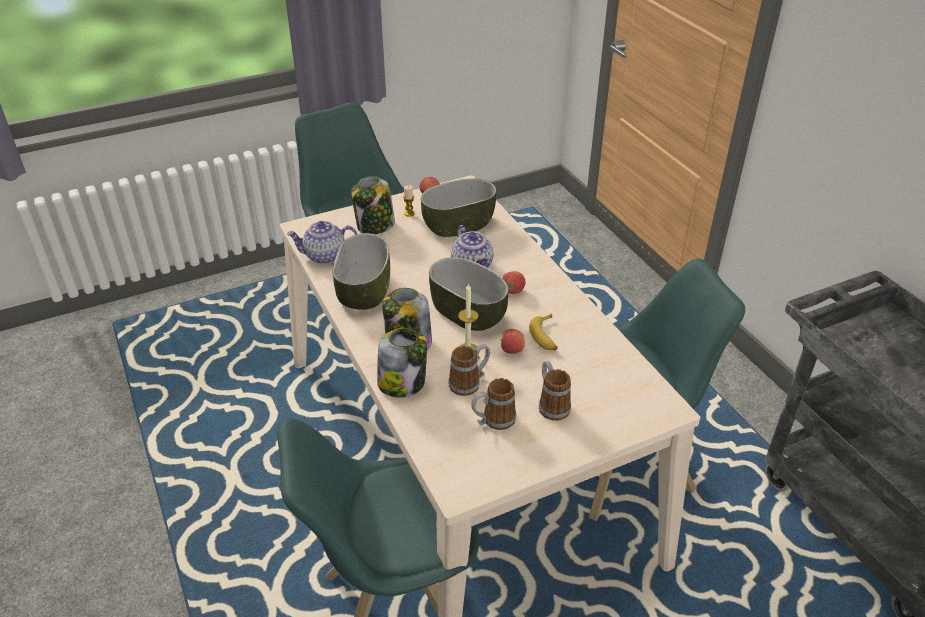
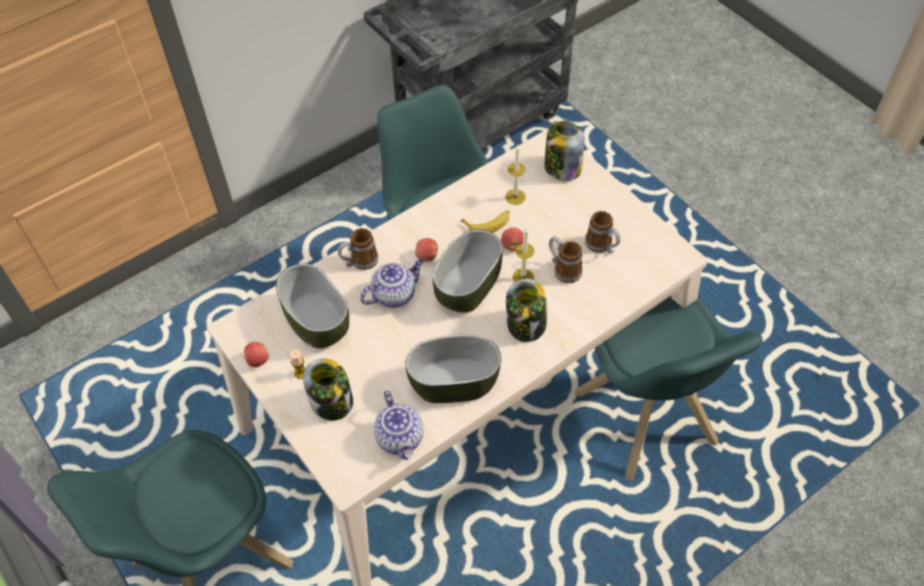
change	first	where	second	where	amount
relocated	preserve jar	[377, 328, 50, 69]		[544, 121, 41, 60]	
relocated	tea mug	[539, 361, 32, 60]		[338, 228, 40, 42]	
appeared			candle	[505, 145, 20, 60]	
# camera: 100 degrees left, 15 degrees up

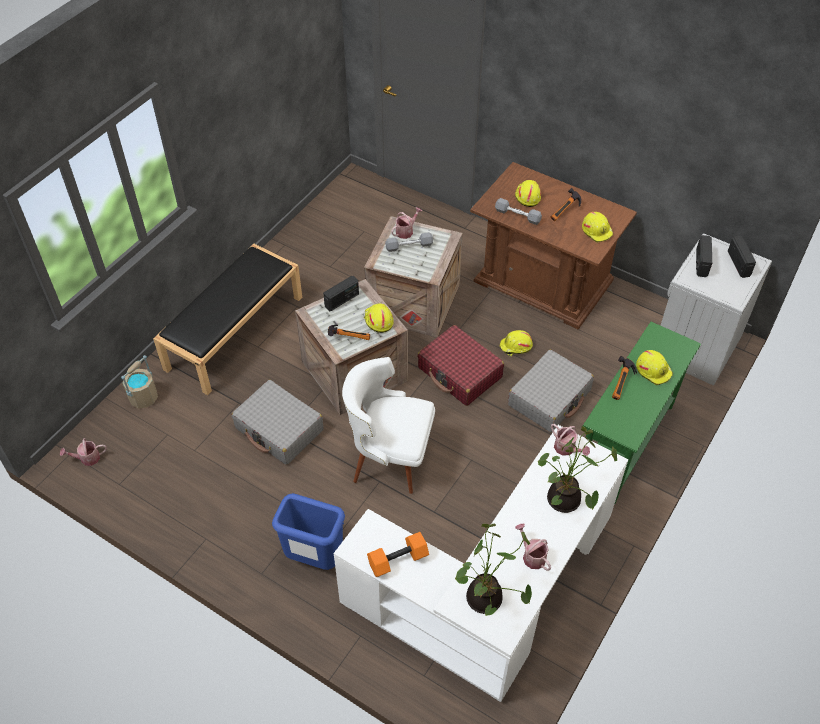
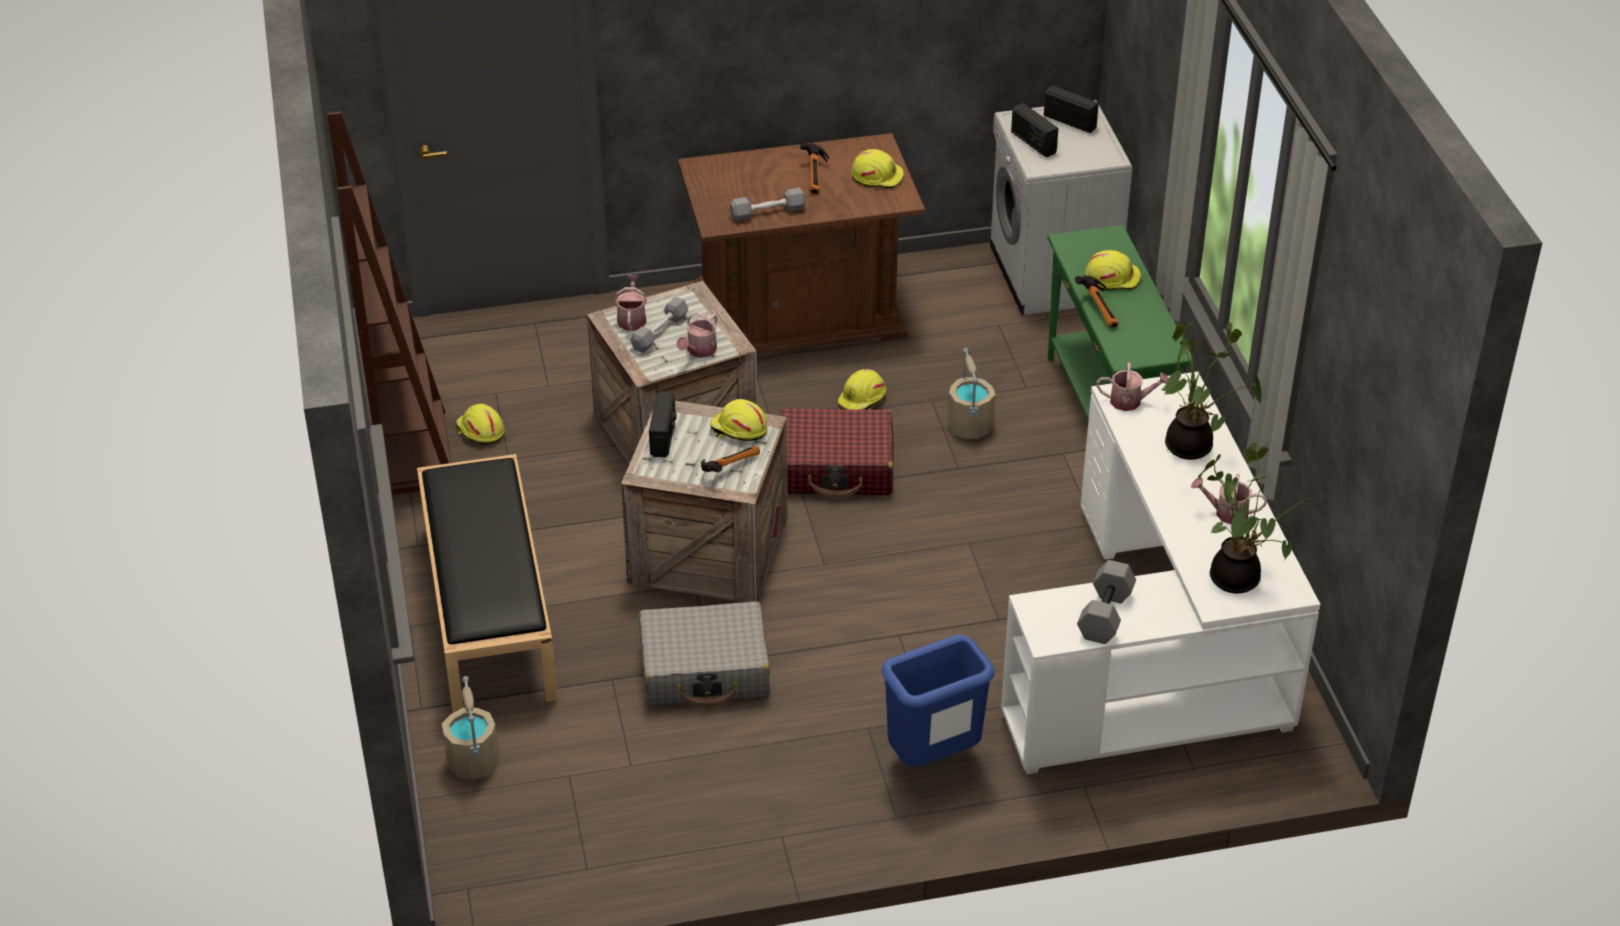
change	first	where	second	where	amount
relocated	yellow hard hat	[515, 180, 26, 27]		[455, 404, 50, 40]	
exchanged	gray travel case	[508, 349, 86, 83]	beige-coloured bucket	[948, 348, 48, 91]	
missing	white upright chair	[342, 357, 93, 137]			
relocated	watering can	[60, 438, 47, 28]		[677, 312, 41, 46]	
colour	orangey hand weight	[367, 532, 62, 45]	gray hand weight	[1077, 560, 59, 84]	
appeared			brown bookshelf	[327, 111, 125, 384]	
# camera: 45 degrees left, 10 degrees down

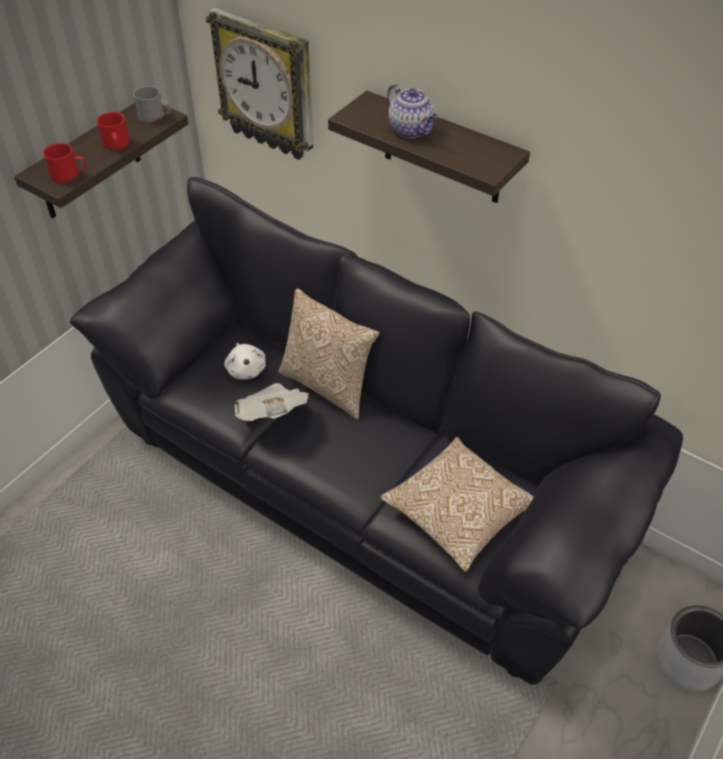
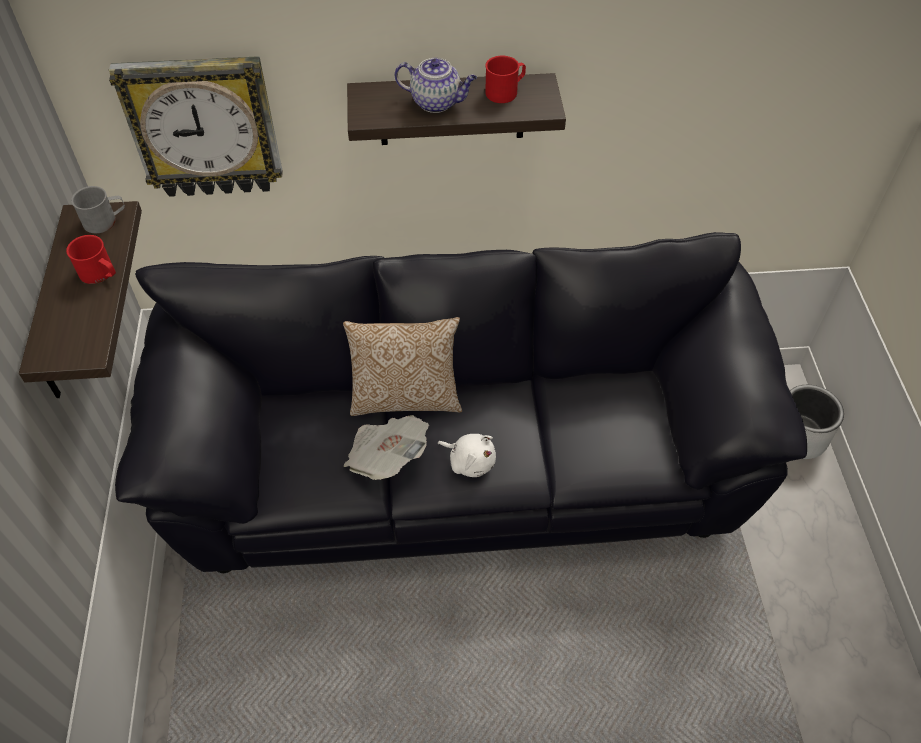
change	first	where	second	where	amount
relocated	red-coloured tea mug	[43, 143, 44, 40]		[485, 56, 41, 47]	
relocated	white cuddly toy	[224, 343, 42, 36]		[437, 434, 59, 43]	
missing	pillow	[380, 437, 154, 135]			
# camera: 40 degrees left, 5 degrees up

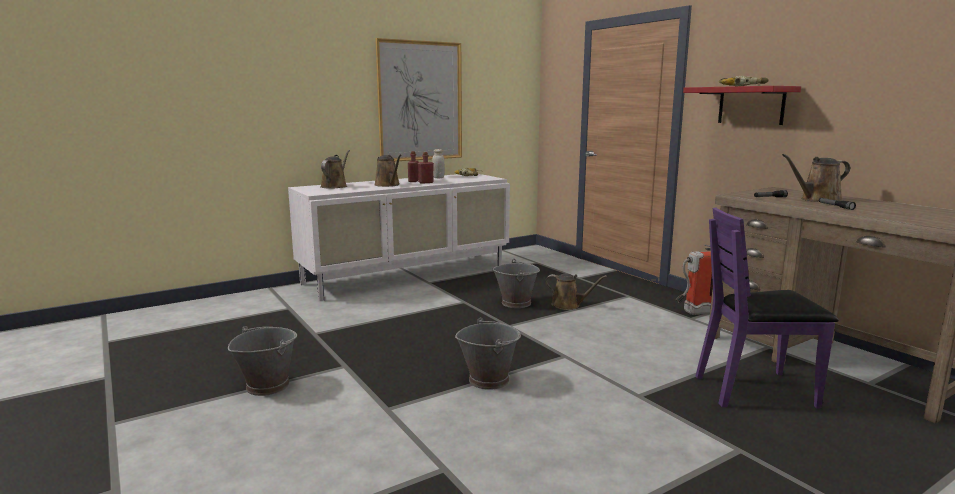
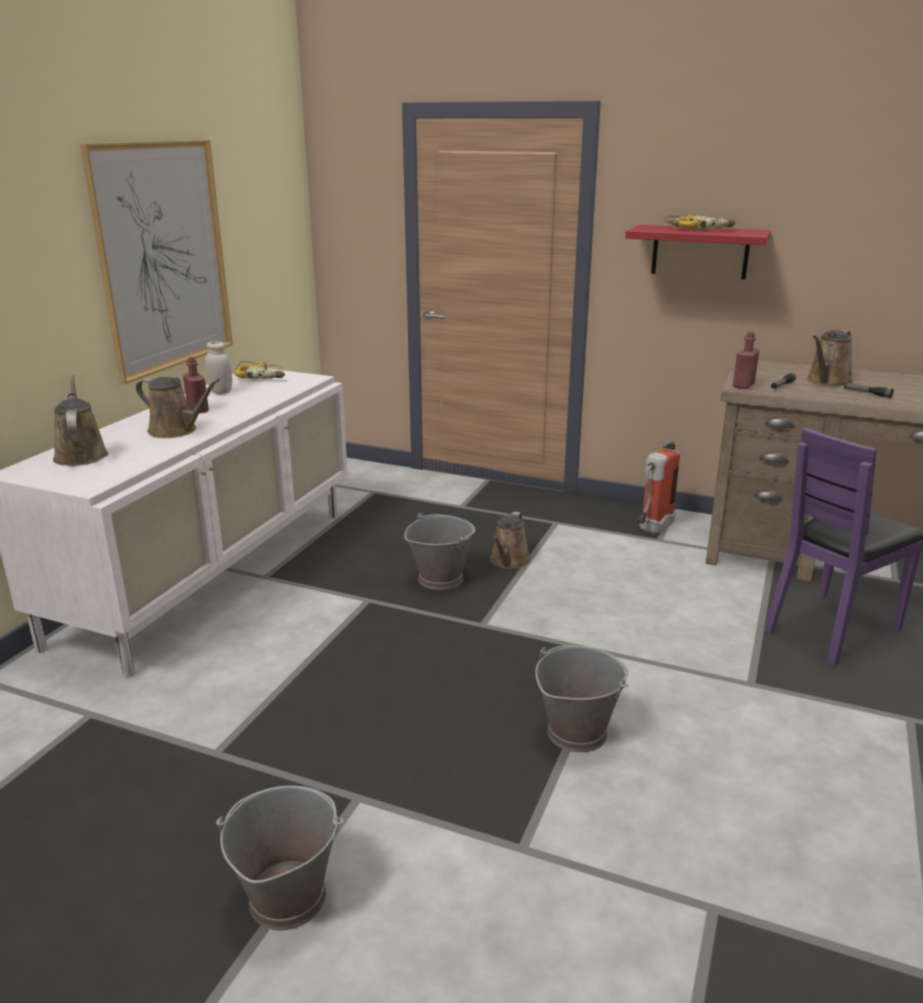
change	first	where	second	where	amount
relocated	red-coloured drink bottle	[417, 152, 17, 32]		[733, 332, 26, 57]	
spun	brown watering can	[545, 274, 62, 36]		[490, 511, 41, 58]	120 degrees clockwise
# camera: 35 degrees left, 10 degrees up

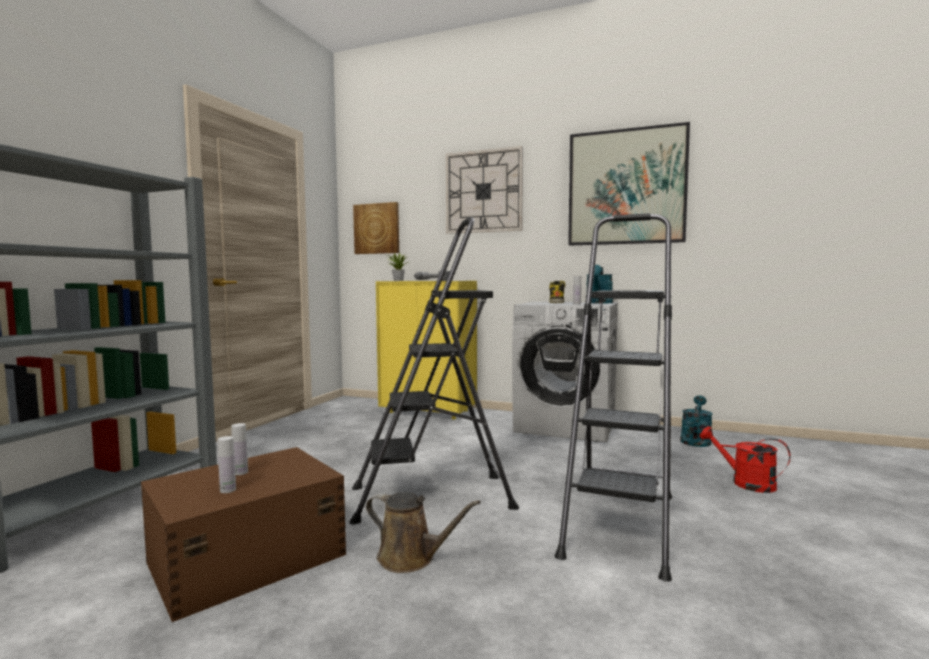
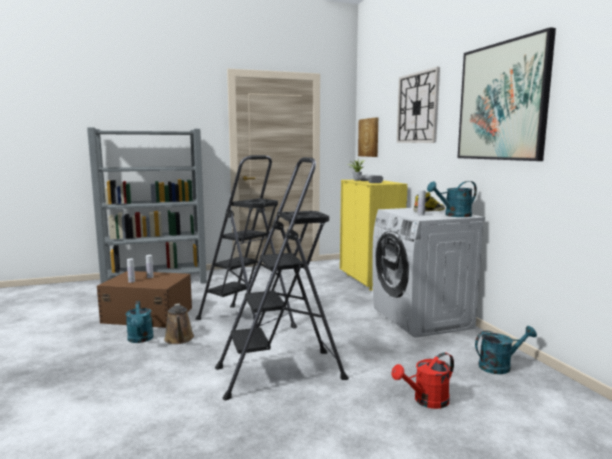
change	first	where	second	where	amount
spun	red-coloured watering can	[700, 426, 91, 67]		[391, 352, 63, 57]	120 degrees counterclockwise
appeared			turquoise-coloured watering can	[126, 301, 28, 42]	
# camera: 50 degrees right, 5 degrees up

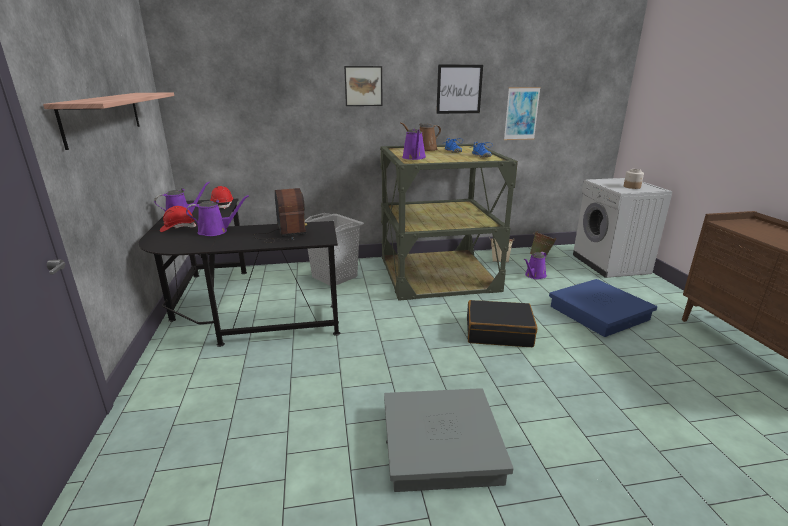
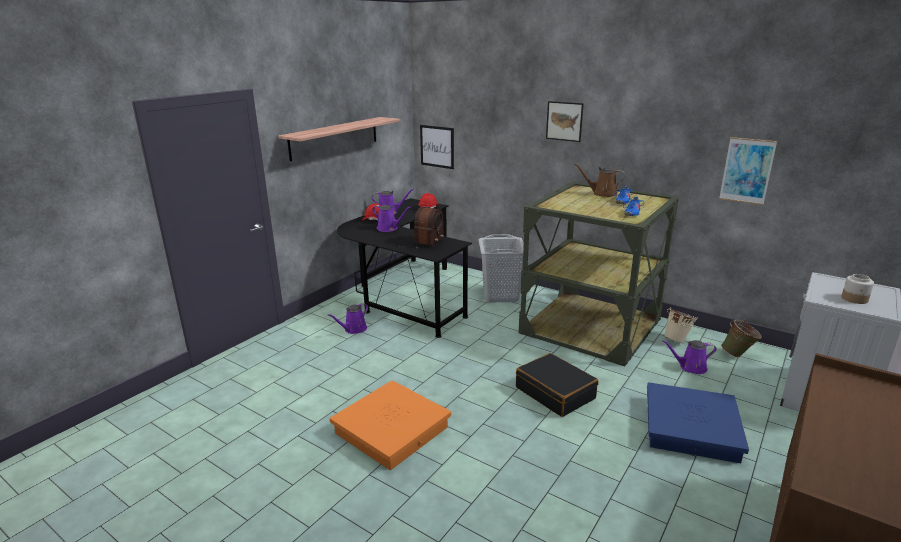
change	first	where	second	where	amount
relocated	picture	[436, 65, 47, 49]		[420, 125, 34, 44]	
relocated	purplish watering can	[402, 129, 24, 31]		[328, 303, 40, 31]	
colour	gray storage container	[384, 388, 130, 104]	orangey storage container	[330, 380, 121, 90]	
# camera: 45 degrees right, 0 degrees up

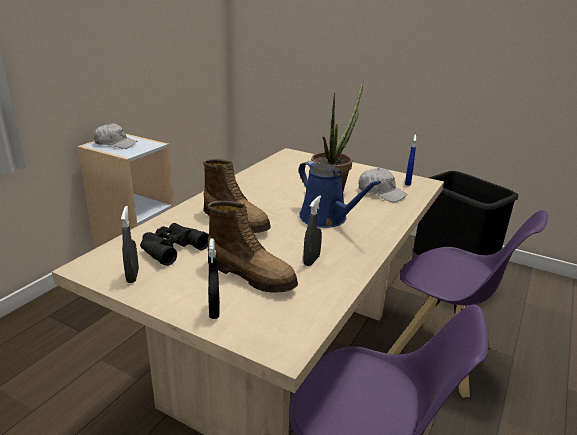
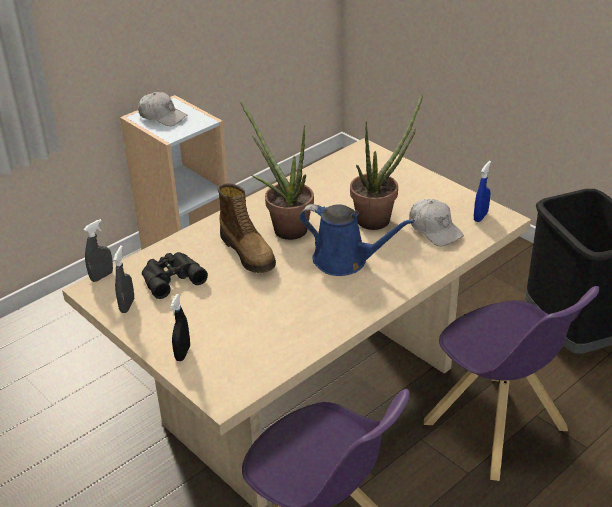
change	first	where	second	where	amount
spun	blue watering can	[299, 161, 82, 67]		[300, 204, 115, 72]	45 degrees counterclockwise
relocated	gray hand sprayer	[303, 196, 19, 70]		[83, 219, 30, 63]	
missing	tall boot	[208, 201, 90, 91]			
appeared			potted plant	[240, 102, 74, 138]	
# camera: 20 degrees right, 10 degrees up

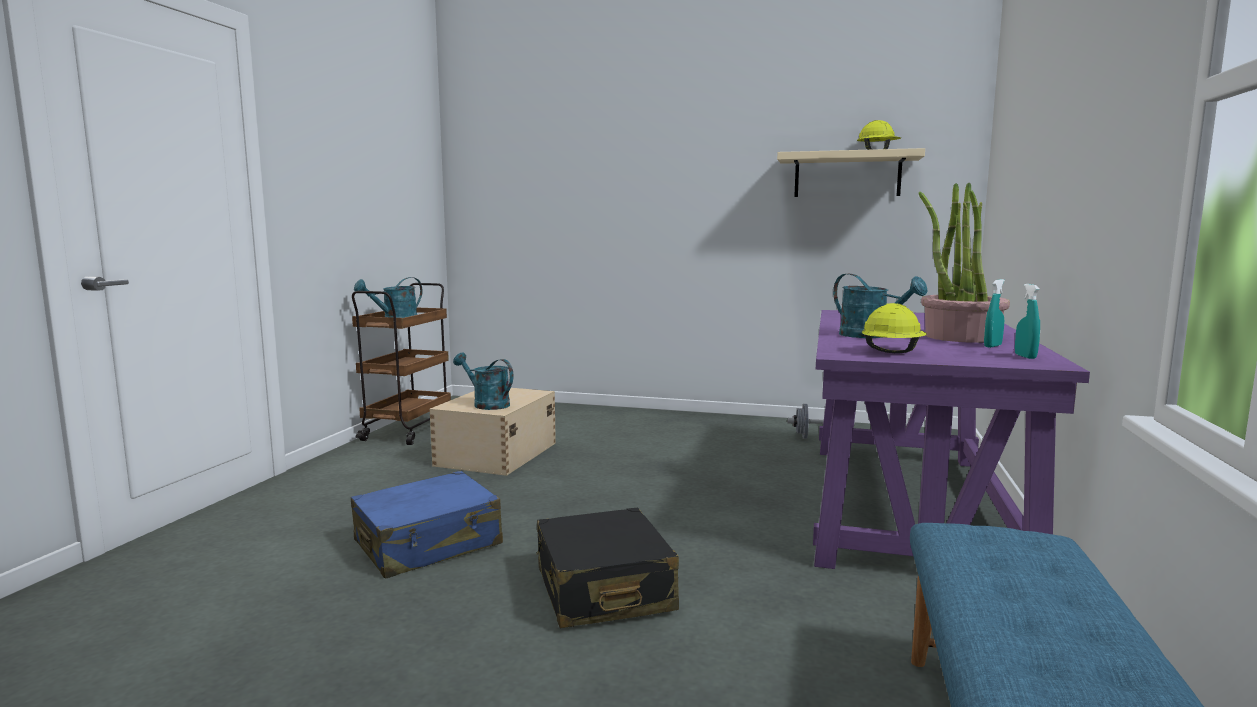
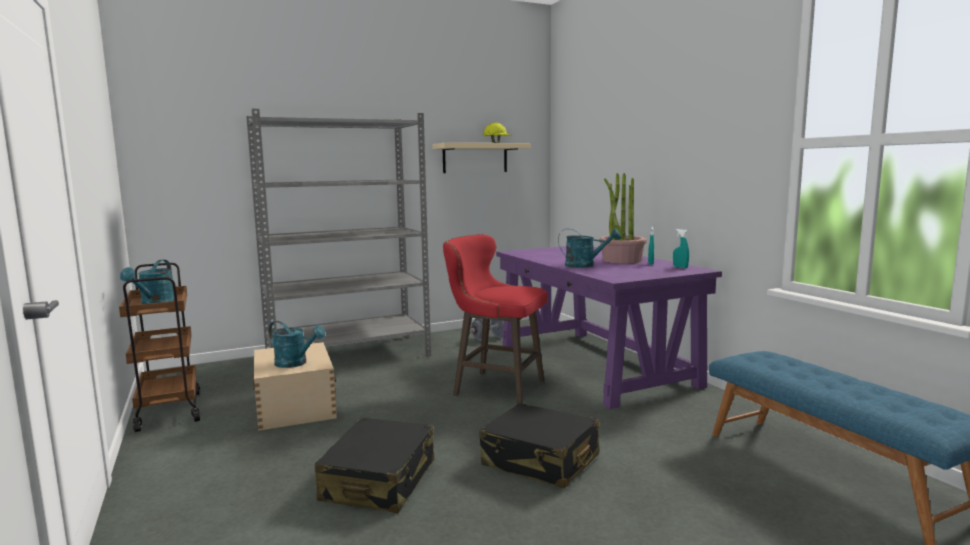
change	first	where	second	where	amount
missing	yellow hard hat	[861, 303, 66, 50]			
spun	turquoise-coloured watering can	[453, 353, 61, 57]		[268, 321, 57, 47]	150 degrees counterclockwise
colour	blue travel case	[351, 471, 152, 108]	blackish travel case	[315, 418, 119, 95]	
appeared			gray bookshelf	[246, 109, 185, 248]	
appeared			red-coloured sitting stool	[443, 234, 104, 170]	
# camera: 40 degrees left, 0 degrees up

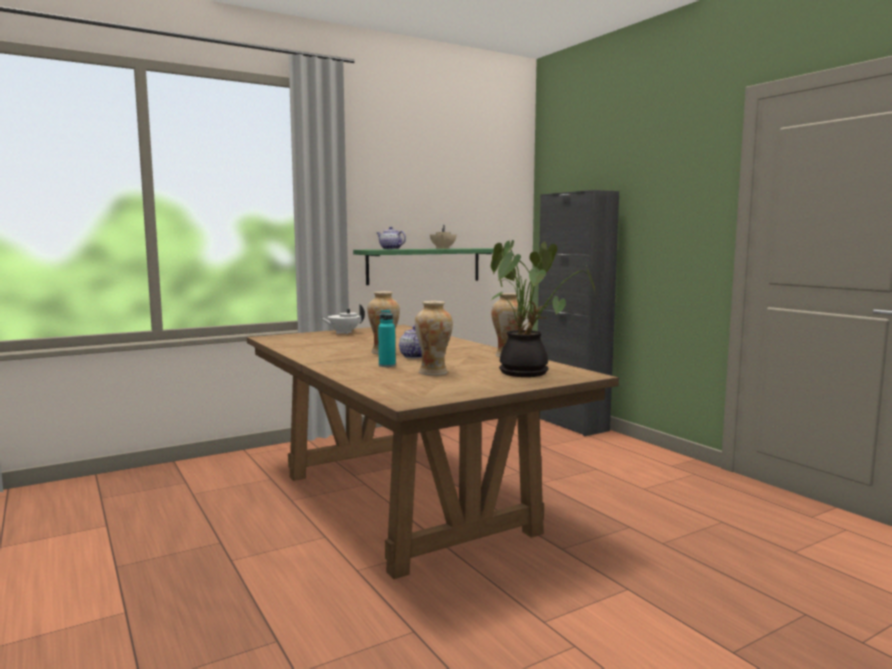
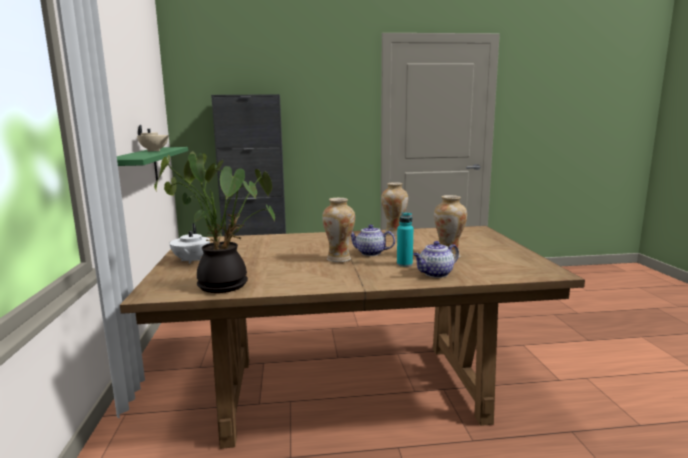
change	first	where	second	where	amount
relocated	tea pot	[377, 227, 29, 22]		[413, 241, 46, 37]	
relocated	potted plant	[491, 240, 105, 137]		[154, 151, 121, 142]	
# camera: 65 degrees left, 5 degrees up

